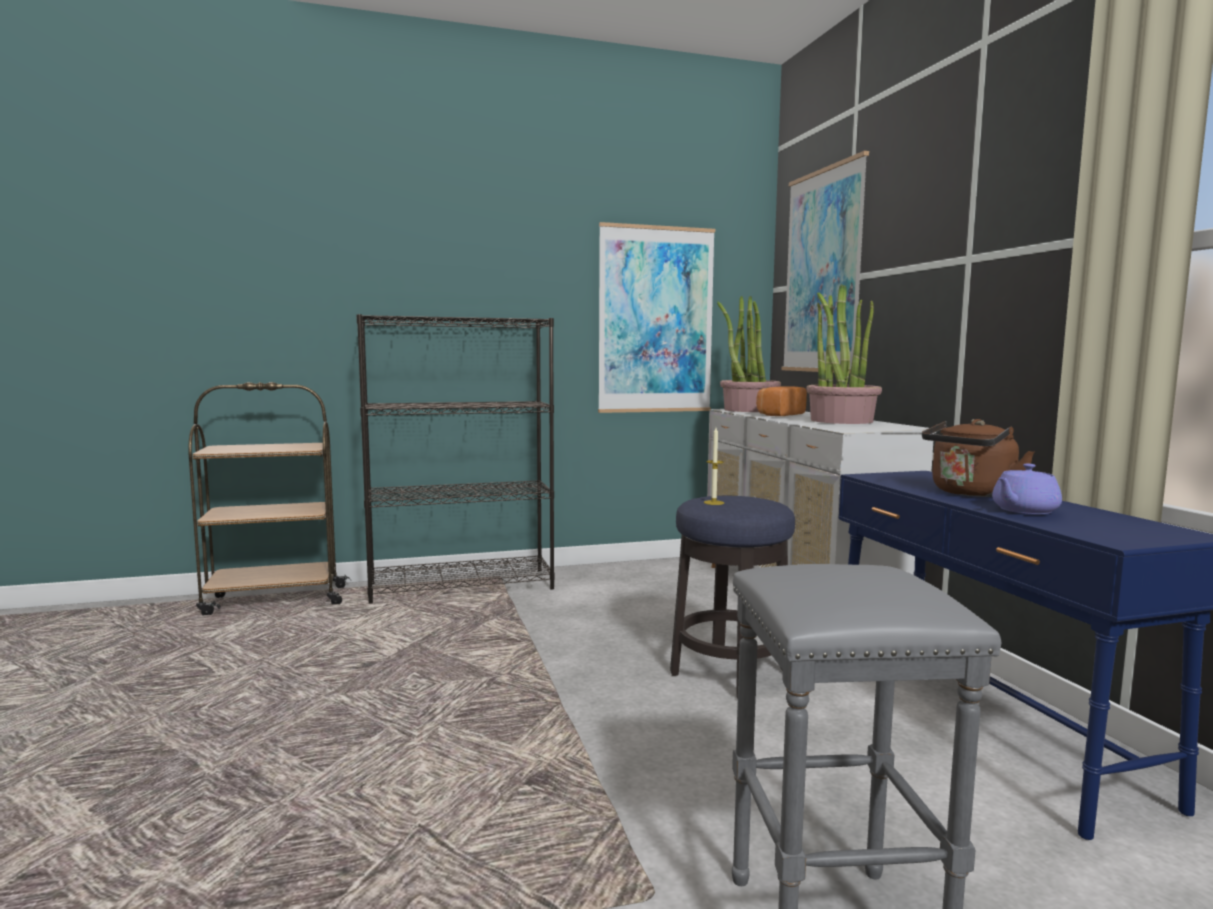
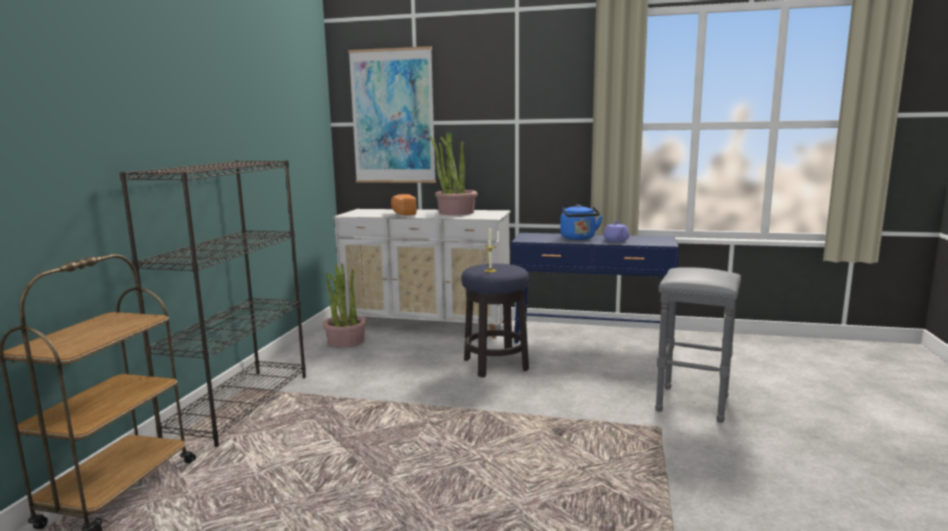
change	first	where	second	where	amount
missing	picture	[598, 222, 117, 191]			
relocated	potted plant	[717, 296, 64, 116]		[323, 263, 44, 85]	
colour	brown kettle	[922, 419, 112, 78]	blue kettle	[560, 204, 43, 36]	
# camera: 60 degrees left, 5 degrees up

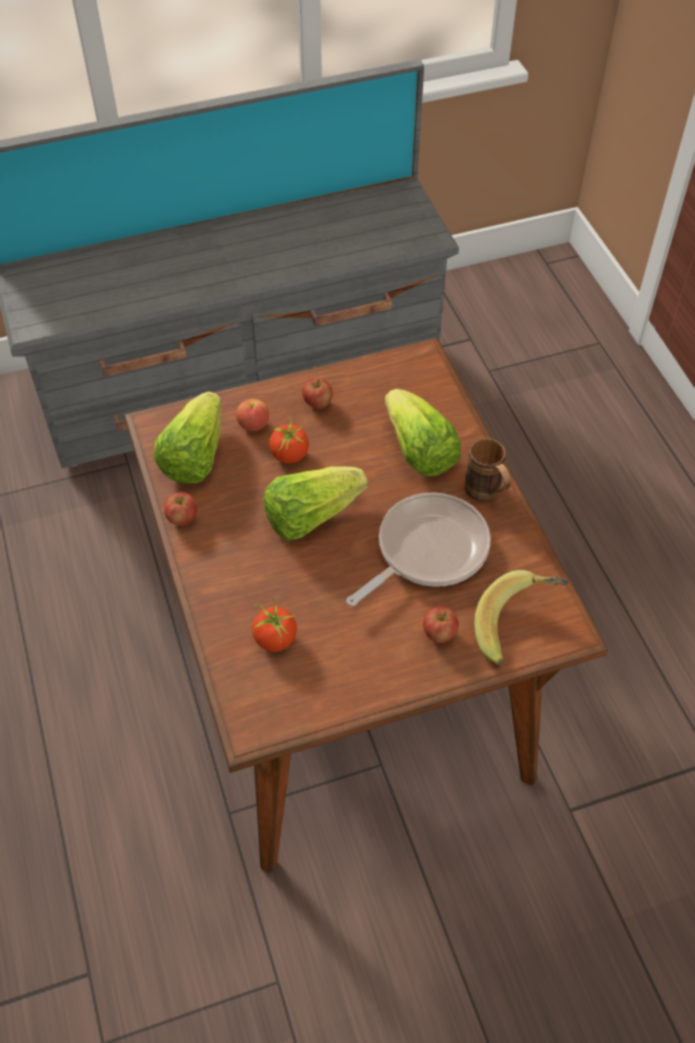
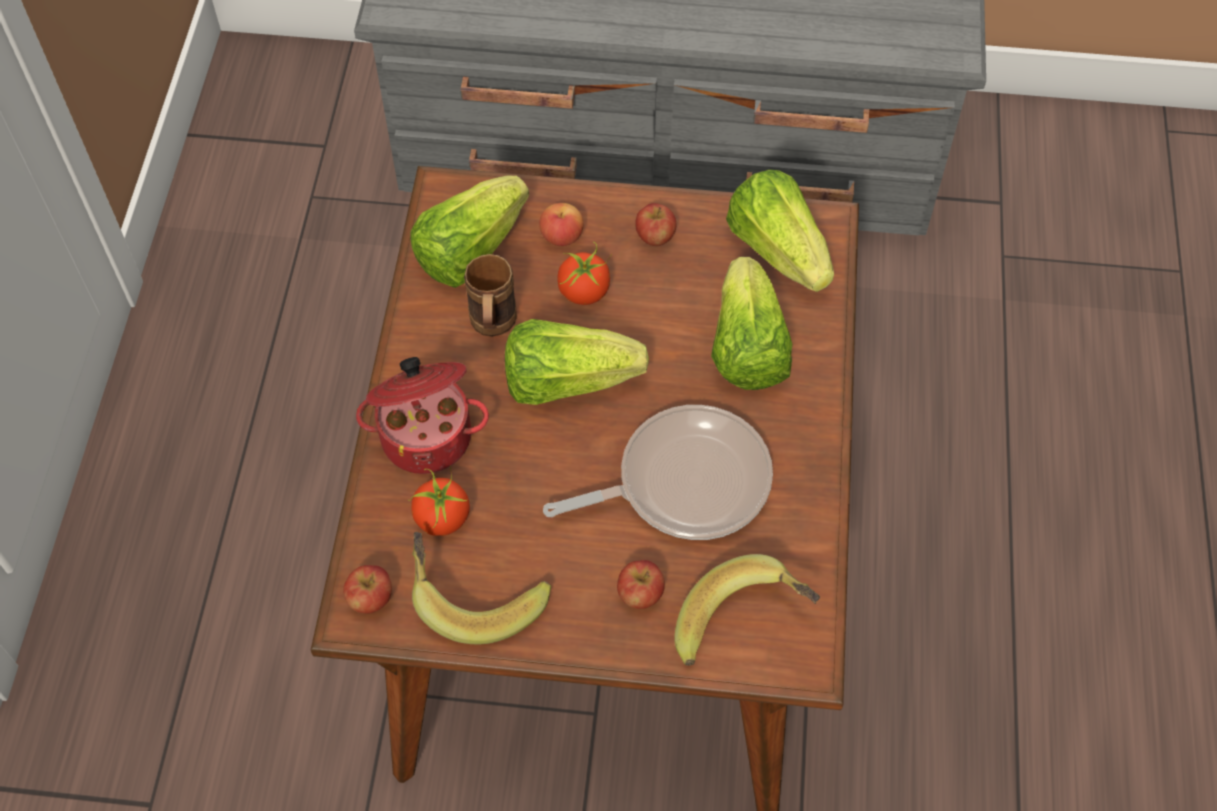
change	first	where	second	where	amount
relocated	brown tea mug	[465, 438, 46, 64]		[464, 254, 53, 83]	
relocated	apple fruit	[164, 492, 33, 34]		[343, 565, 49, 49]	
appeared			lettuce	[726, 170, 108, 122]	
appeared			stockpot	[356, 357, 133, 117]	
appeared			whole banana	[412, 532, 139, 112]	
# camera: 25 degrees right, 5 degrees up

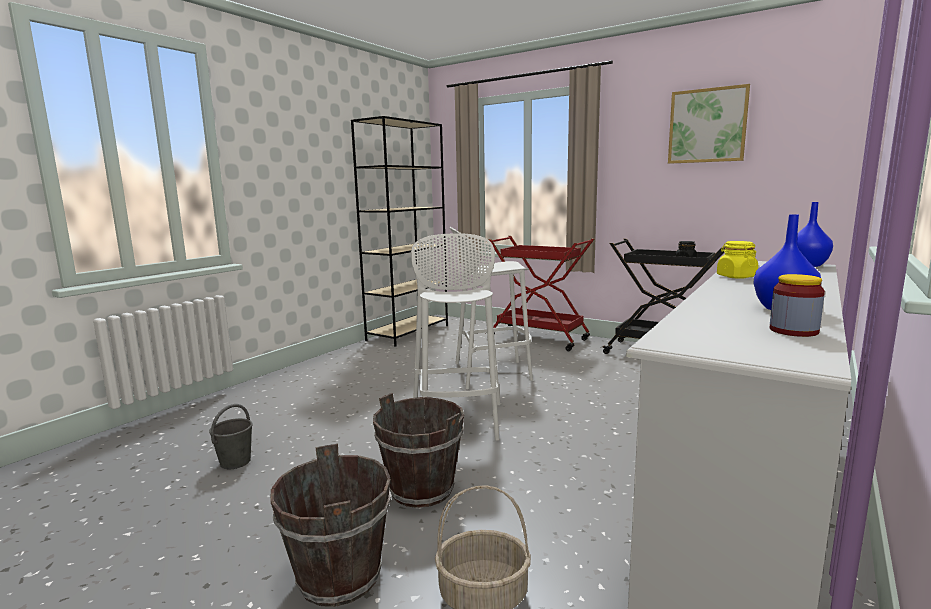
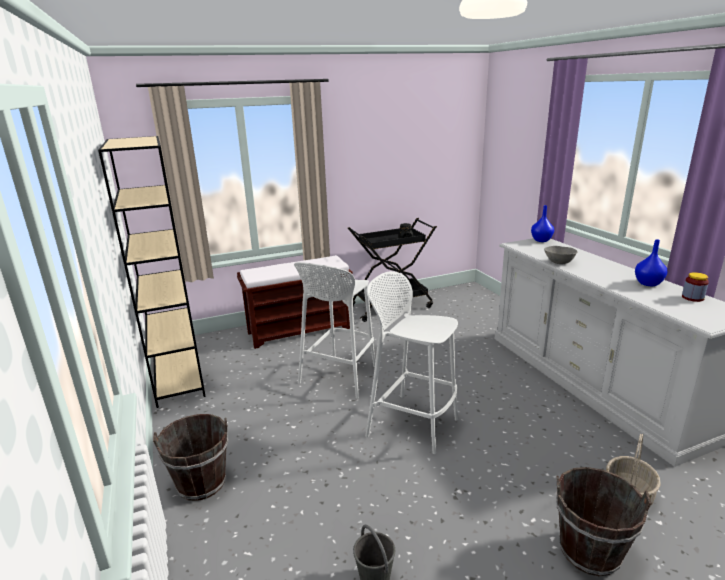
change	first	where	second	where	amount
missing	picture	[668, 84, 82, 80]			
exchanged	red-coloured cart	[488, 236, 106, 115]	brown bench	[237, 255, 115, 94]	
exchanged	yellow preserve jar	[717, 241, 41, 38]	gray deep dish	[544, 246, 34, 18]	
relocated	brown bucket	[373, 393, 91, 115]		[153, 414, 75, 87]	
# camera: 55 degrees left, 10 degrees up

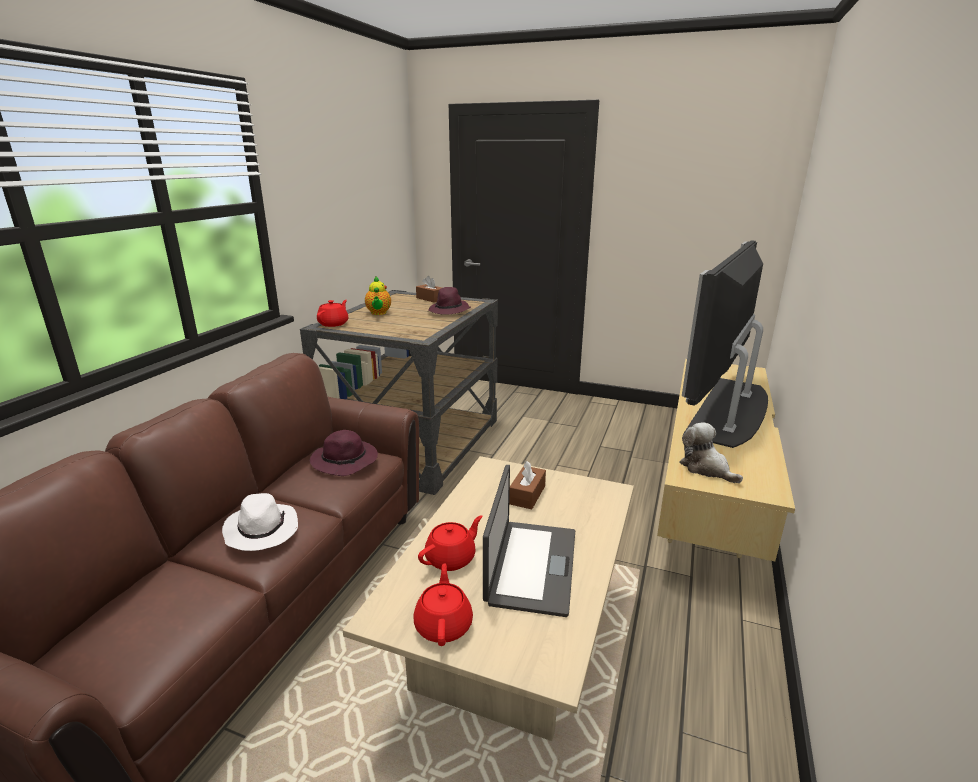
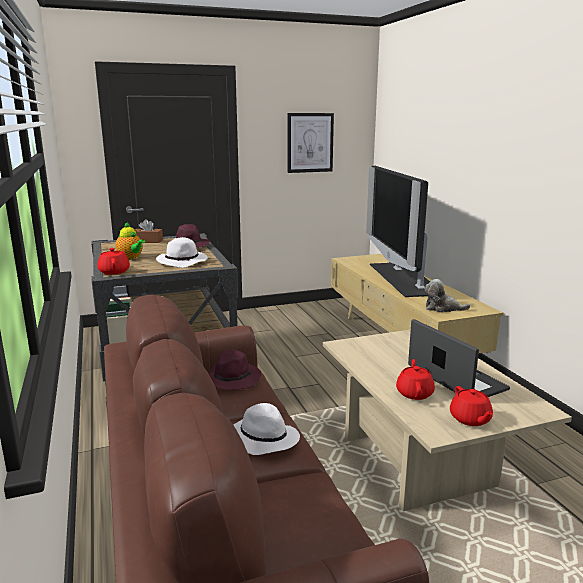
change	first	where	second	where	amount
missing	brown tissue box	[509, 461, 37, 48]			
spun	red-coloured tea pot	[413, 563, 60, 83]		[450, 386, 43, 40]	150 degrees counterclockwise
appeared			picture	[287, 113, 47, 60]	
appeared			white hat	[156, 237, 52, 31]	
# camera: 40 degrees left, 5 degrees down

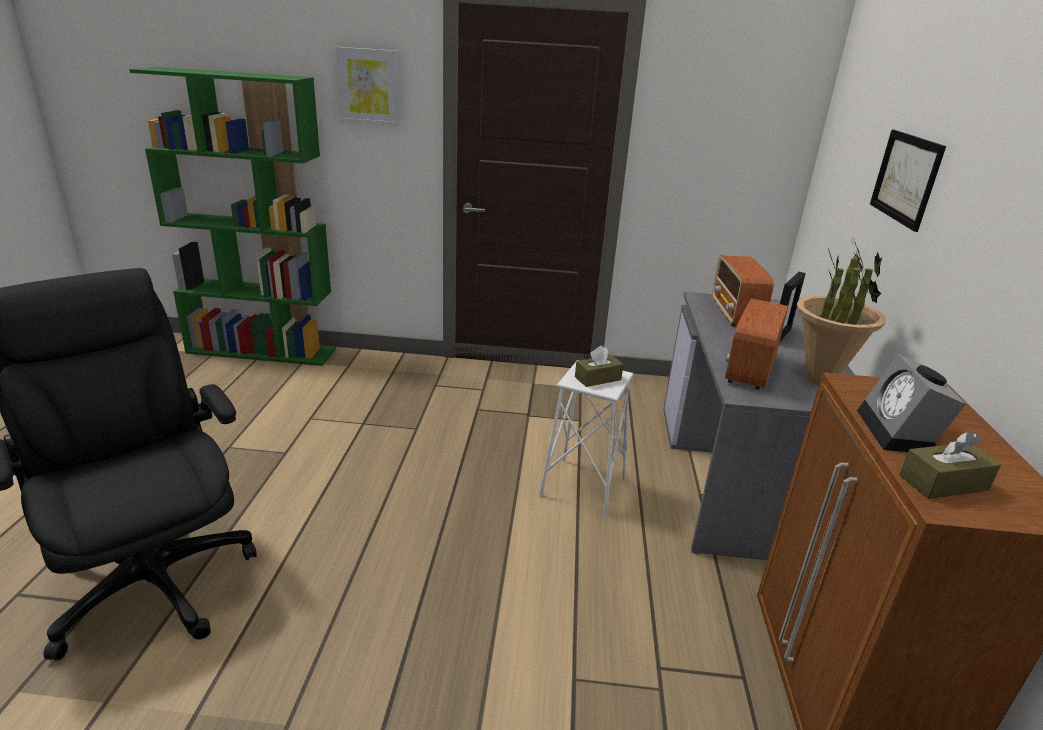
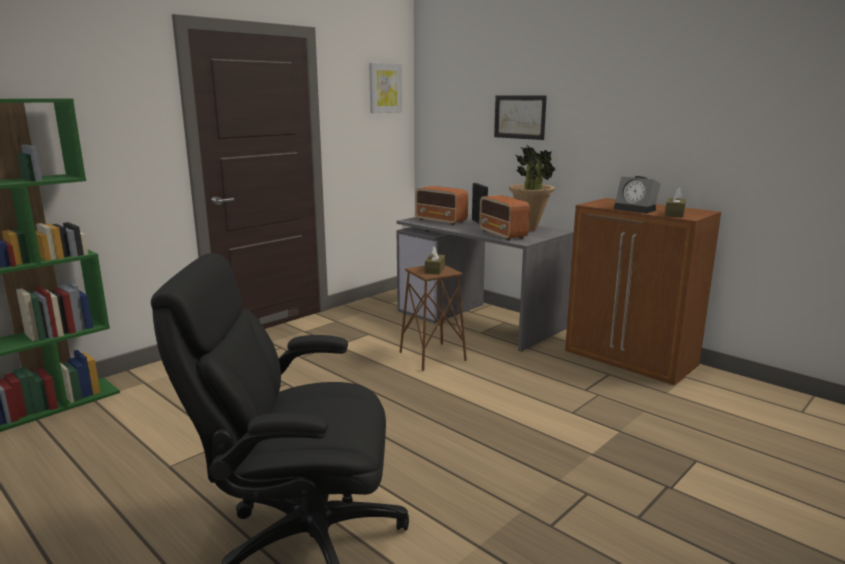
change	first	where	second	where	amount
relocated	picture	[336, 47, 64, 79]		[369, 63, 33, 50]	
colour	white sitting stool	[539, 360, 94, 157]	brown sitting stool	[400, 265, 67, 106]	
# camera: 50 degrees left, 10 degrees down

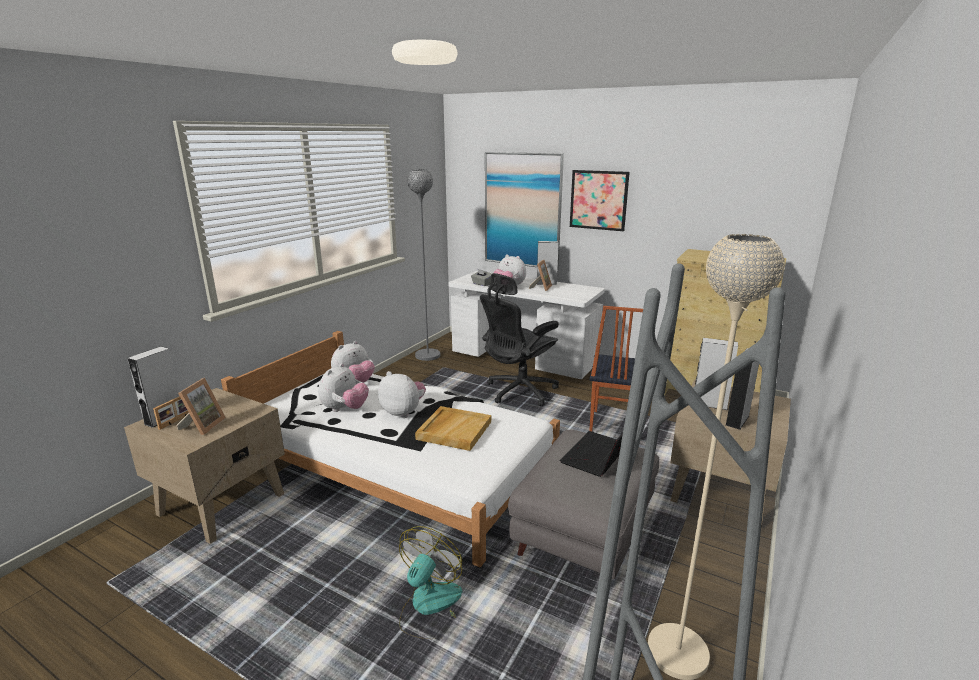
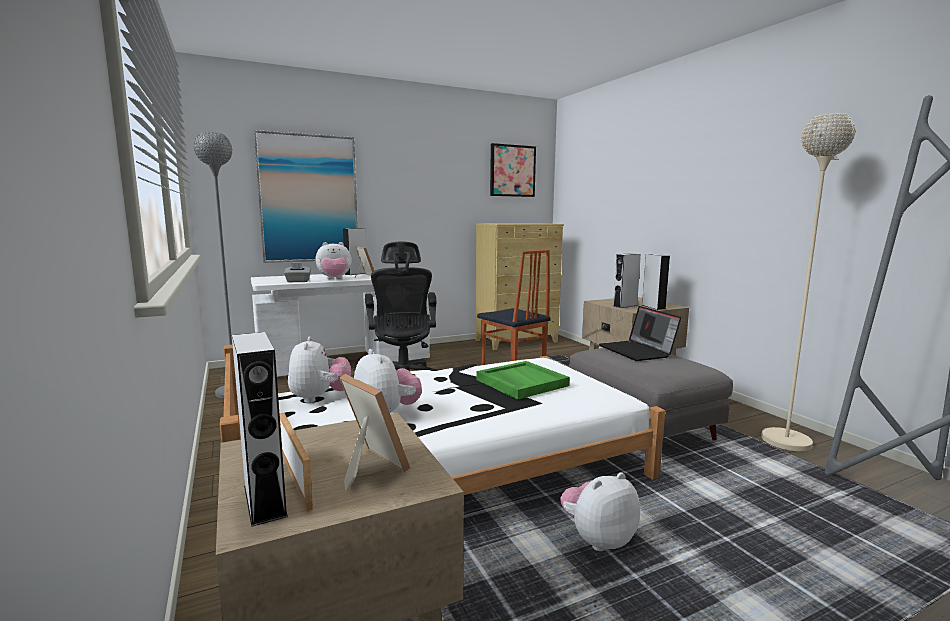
change	first	where	second	where	amount
relocated	picture	[570, 170, 60, 61]		[490, 143, 46, 54]	
relocated	cuddly toy	[378, 371, 48, 47]		[560, 472, 80, 79]	
colour	beige-coloured carrying tray	[415, 406, 76, 45]	greenish carrying tray	[477, 361, 93, 39]	
missing	cooling fan	[399, 526, 63, 113]			
# camera: 55 degrees left, 10 degrees down

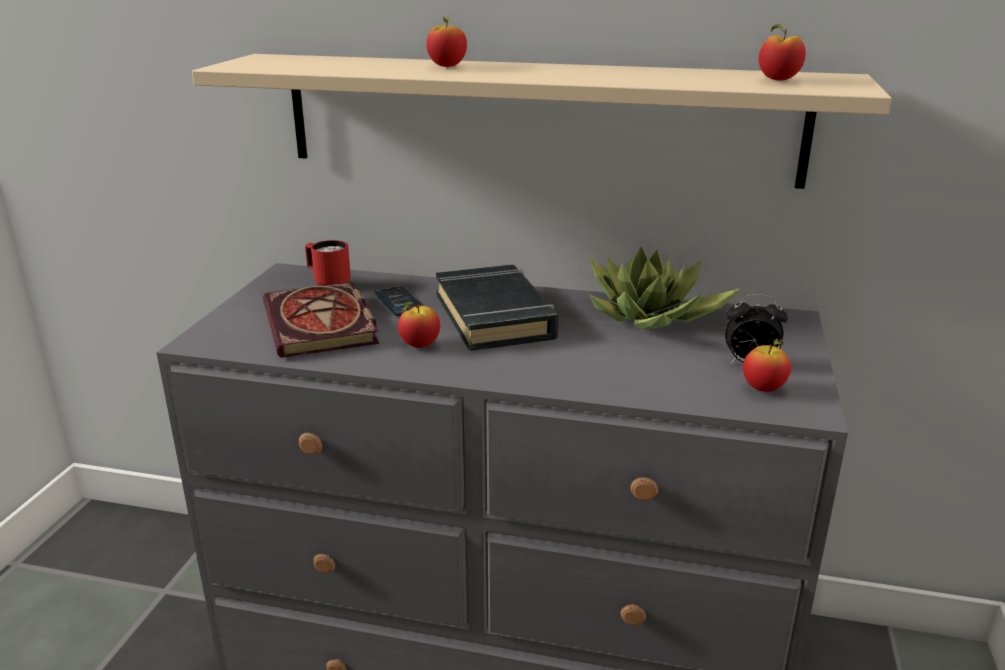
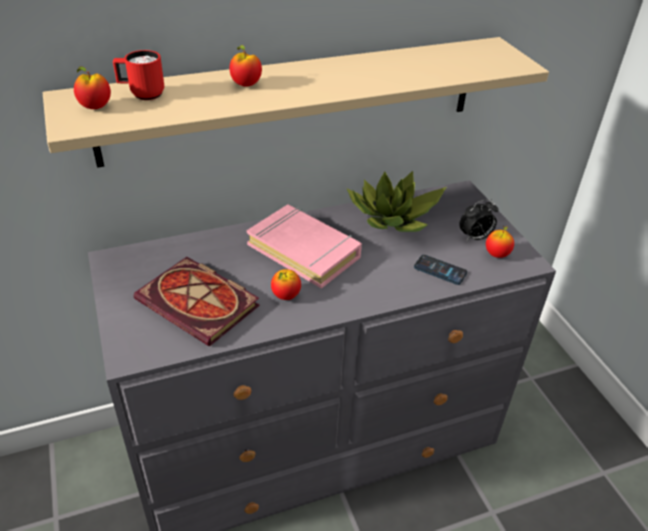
change	first	where	second	where	amount
relocated	apple fruit	[759, 24, 47, 57]		[74, 66, 37, 43]	
relocated	red-coloured tea mug	[305, 240, 46, 46]		[113, 50, 51, 50]	
colour	blackish book	[436, 265, 123, 86]	pinkish book	[247, 204, 115, 84]	
relocated	handset	[375, 287, 48, 29]		[414, 255, 53, 30]	
# camera: 35 degrees left, 15 degrees up

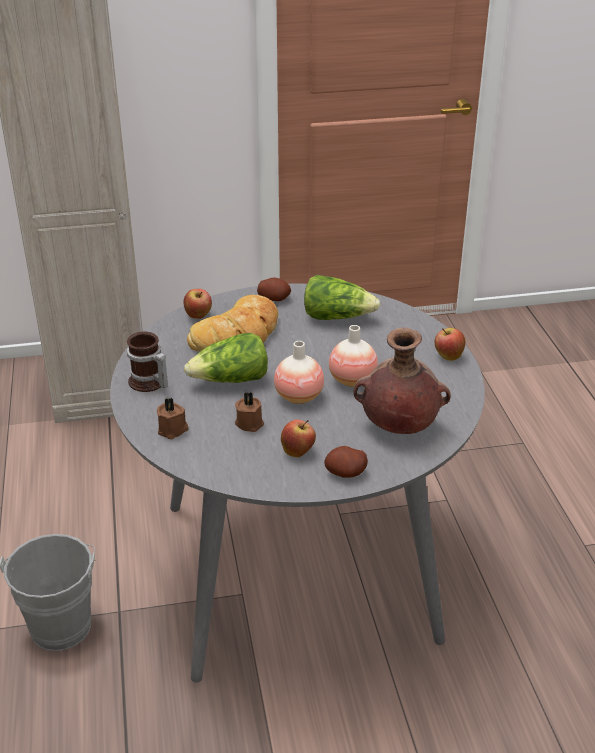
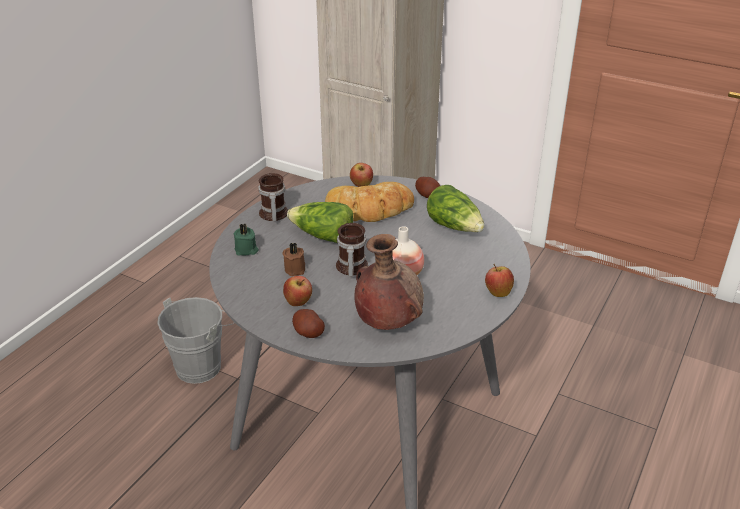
change	first	where	second	where	amount
exchanged	vase	[274, 341, 50, 63]	tea mug	[336, 223, 32, 54]	
colour	brown candle	[157, 398, 32, 41]	greenish candle	[234, 224, 24, 32]	
# camera: 40 degrees right, 0 degrees up

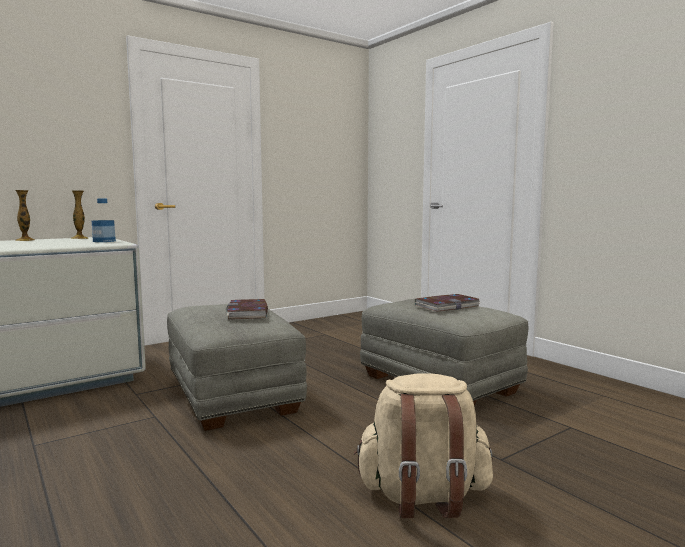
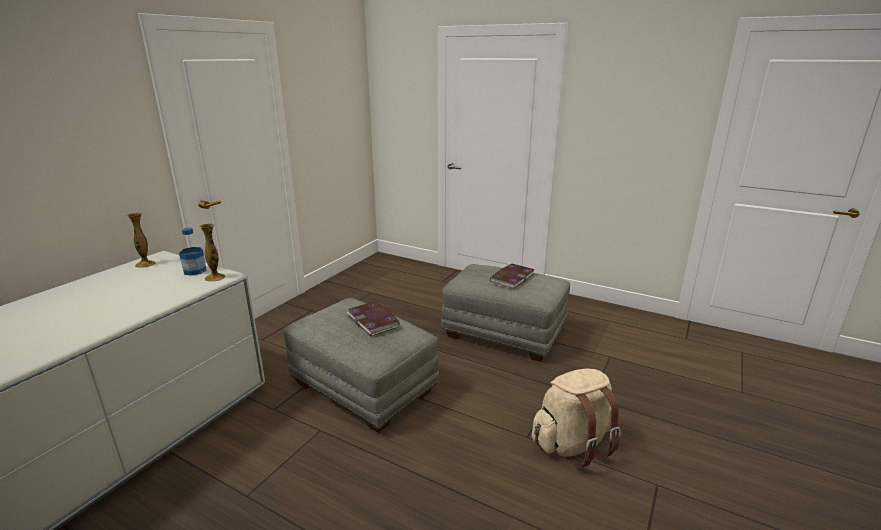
change	first	where	second	where	amount
relocated	vase	[15, 190, 20, 51]		[199, 223, 27, 59]	
# camera: 25 degrees left, 15 degrees up

